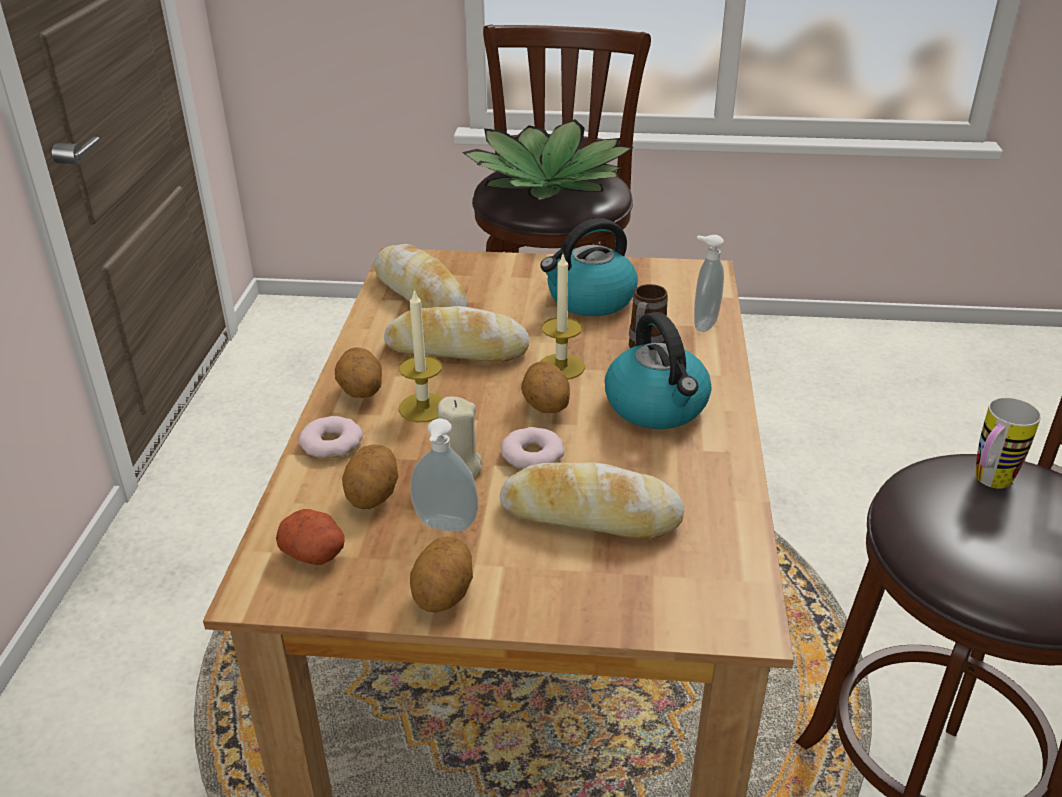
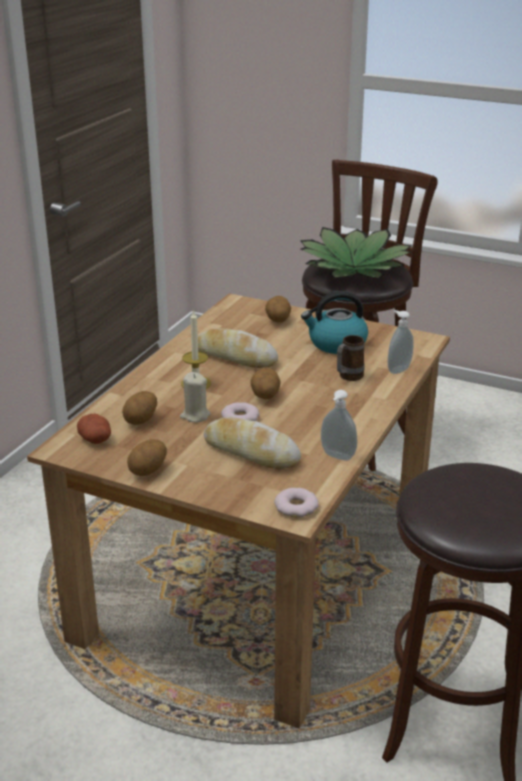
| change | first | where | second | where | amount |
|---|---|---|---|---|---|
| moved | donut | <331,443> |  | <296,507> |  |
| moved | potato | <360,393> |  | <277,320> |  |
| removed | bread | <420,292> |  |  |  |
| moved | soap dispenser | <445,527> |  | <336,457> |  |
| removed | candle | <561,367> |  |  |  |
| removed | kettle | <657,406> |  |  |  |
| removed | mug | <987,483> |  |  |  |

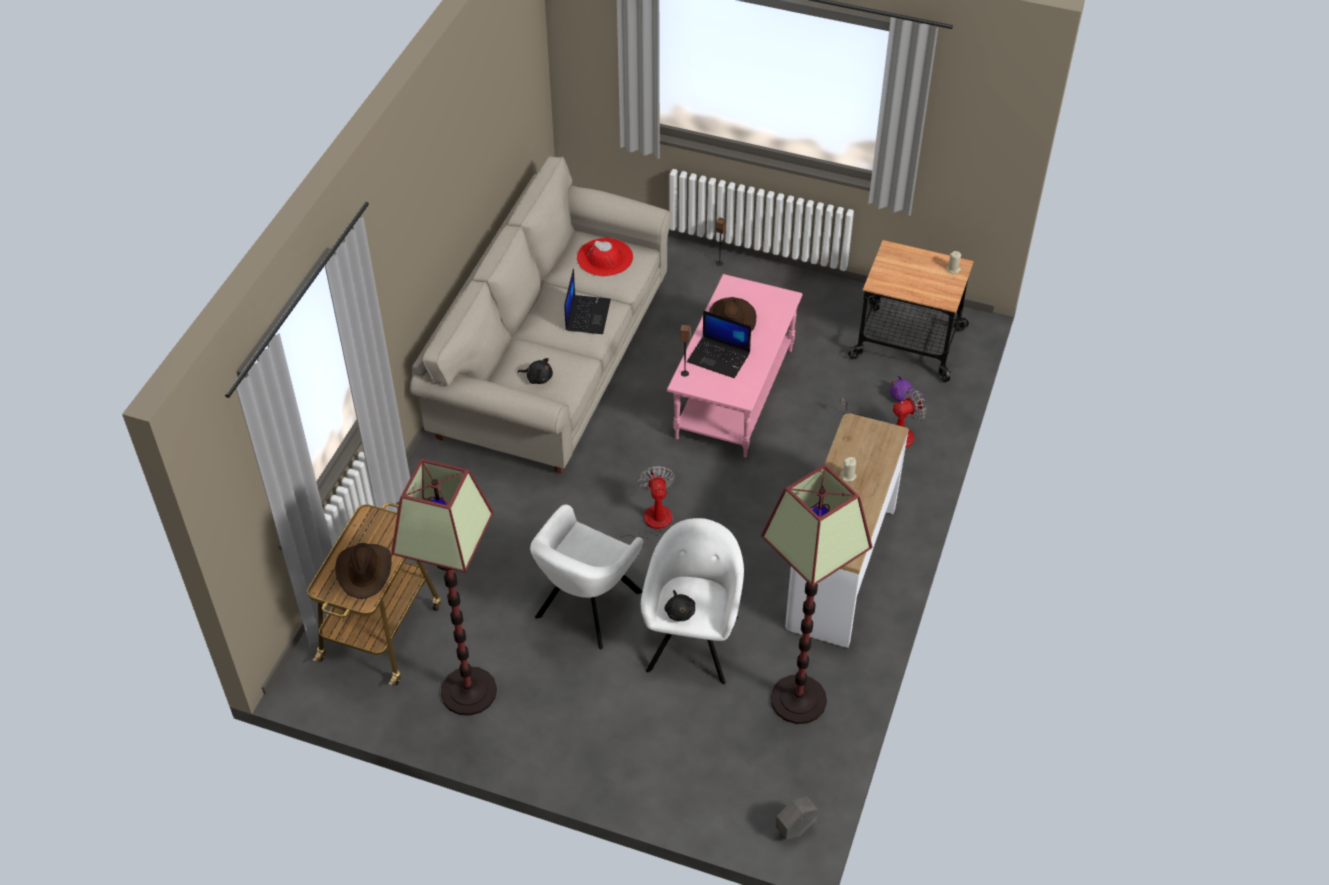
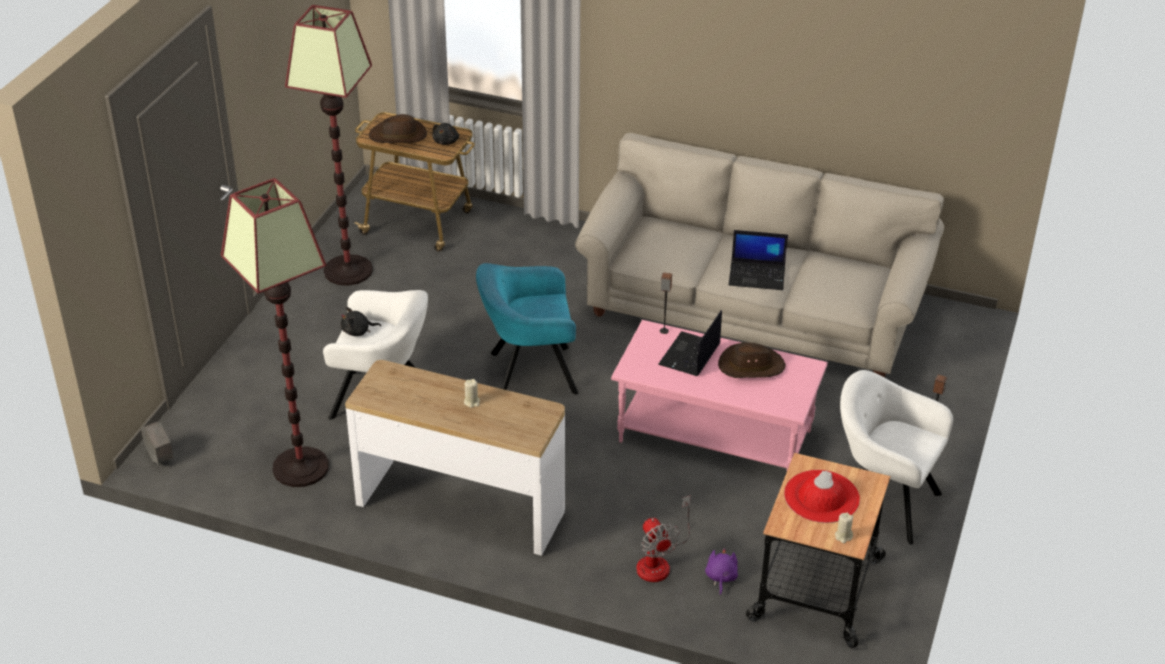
| change | first | where | second | where | amount |
|---|---|---|---|---|---|
| moved | black plush toy | <538,378> |  | <446,141> |  |
| moved | white armchair | <586,607> |  | <881,501> |  |
| moved | red hat | <605,257> |  | <821,497> |  |
| replaced | fan | <650,524> | turquoise armchair | <528,373> |  |

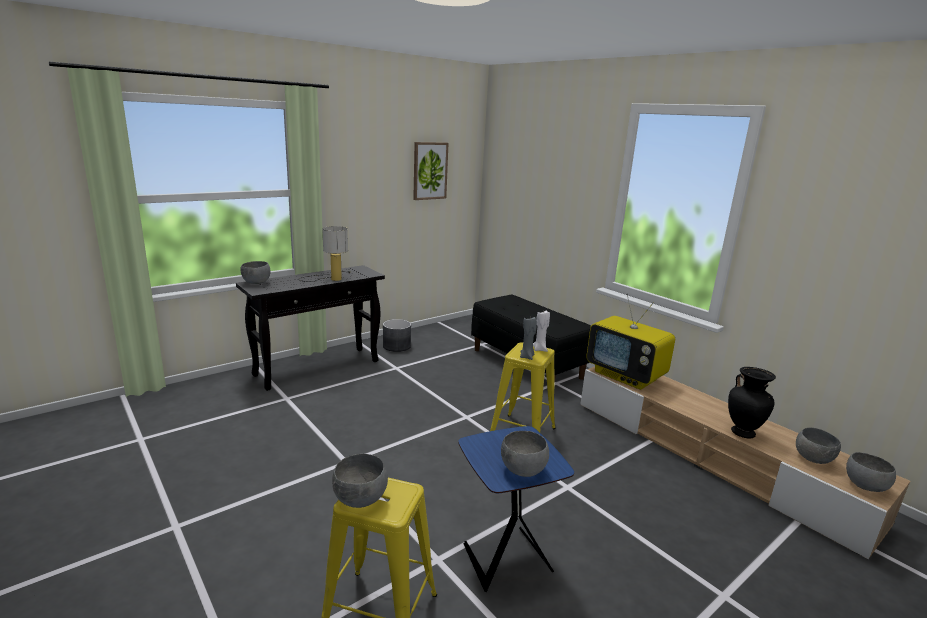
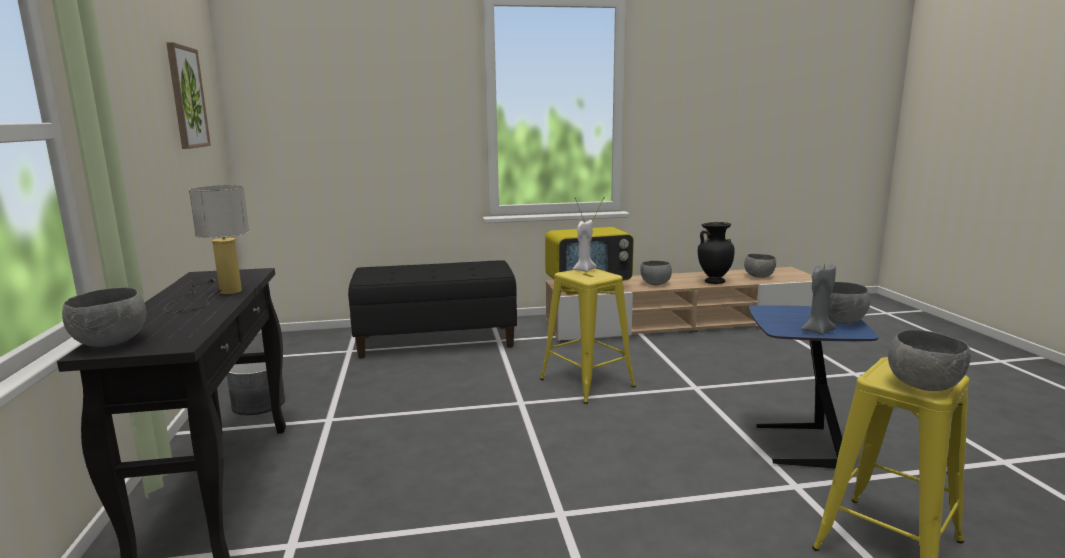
| change | first | where | second | where | amount |
|---|---|---|---|---|---|
| moved | grey candle | <527,357> |  | <816,331> |  |
| moved | grey bowl | <864,486> |  | <654,284> |  |

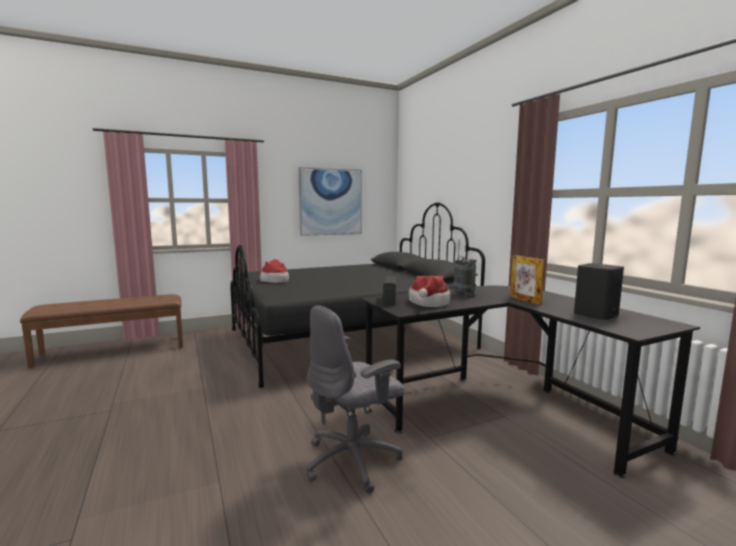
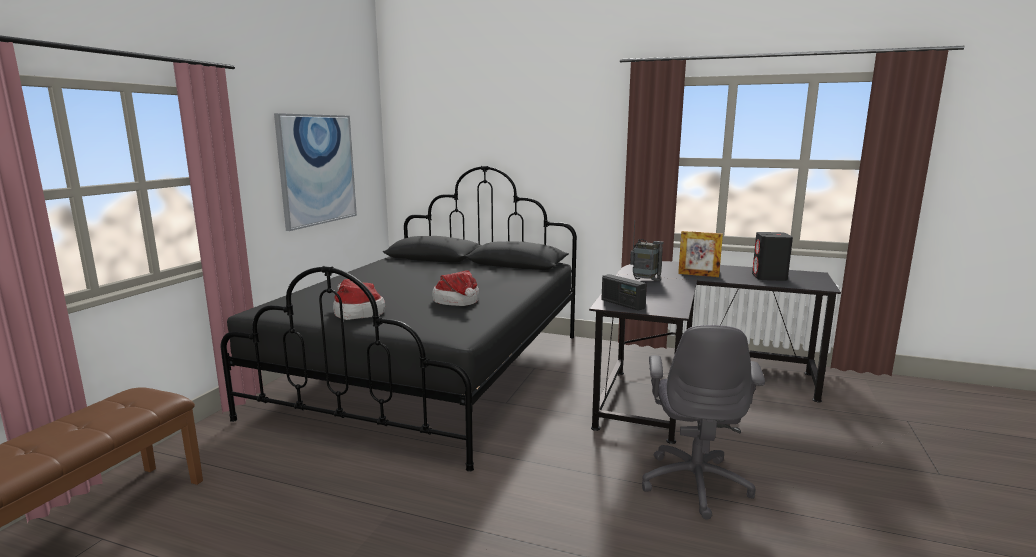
| change | first | where | second | where | amount |
|---|---|---|---|---|---|
| moved | hat | <428,303> |  | <458,301> |  |

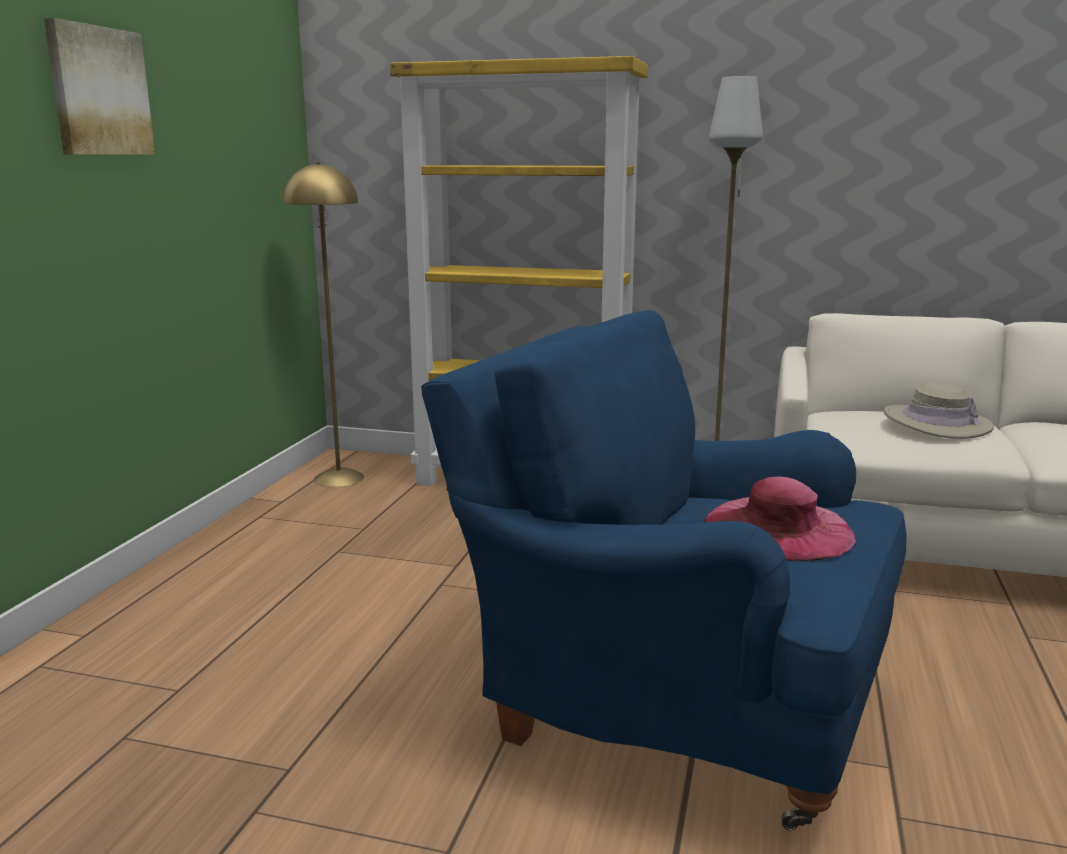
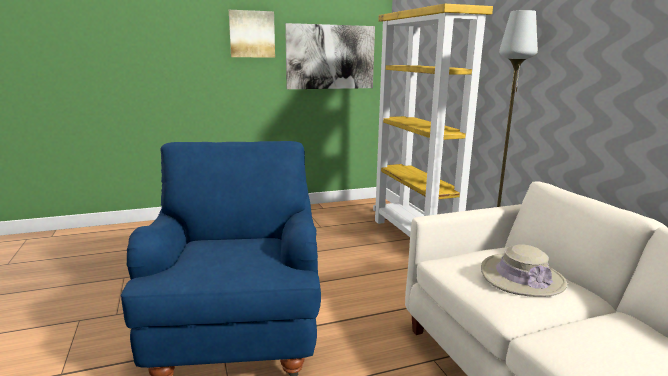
| change | first | where | second | where | amount |
|---|---|---|---|---|---|
| removed | yellow floor lamp | <338,478> |  |  |  |
| removed | pink hat | <777,529> |  |  |  |
| added |  |  | picture | <330,57> |  |

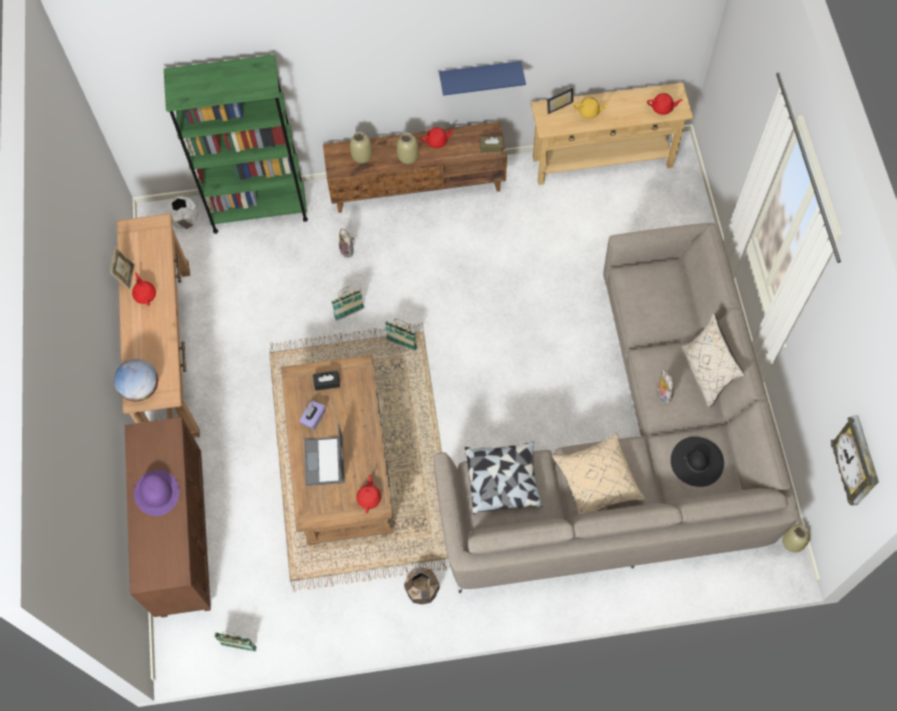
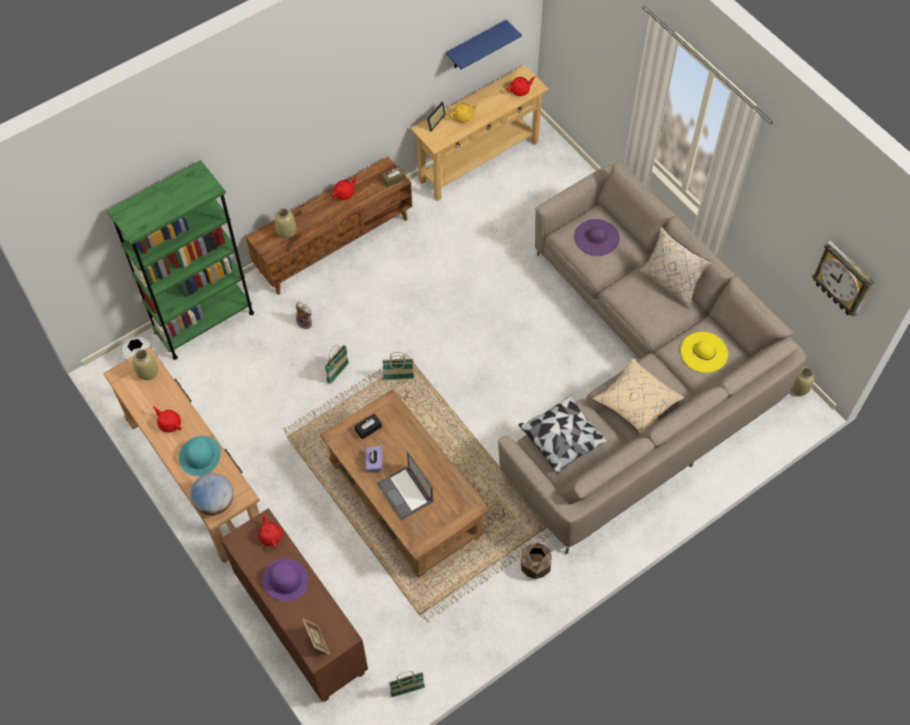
| change | first | where | second | where | amount |
|---|---|---|---|---|---|
| moved | picture frame | <127,276> |  | <317,642> |  |
| moved | red teapot | <369,498> |  | <270,535> |  |
| moved | beige vase | <407,157> |  | <148,373> |  |
| moved | blue shelf | <480,76> |  | <476,45> |  |
| removed | plush toy | <662,393> |  |  |  |
| recoloured | black hat | <697,461> | yellow hat | <704,352> |  |
| added |  |  | turquoise hat | <200,455> |  |
| added |  |  | purple hat | <596,237> |  |

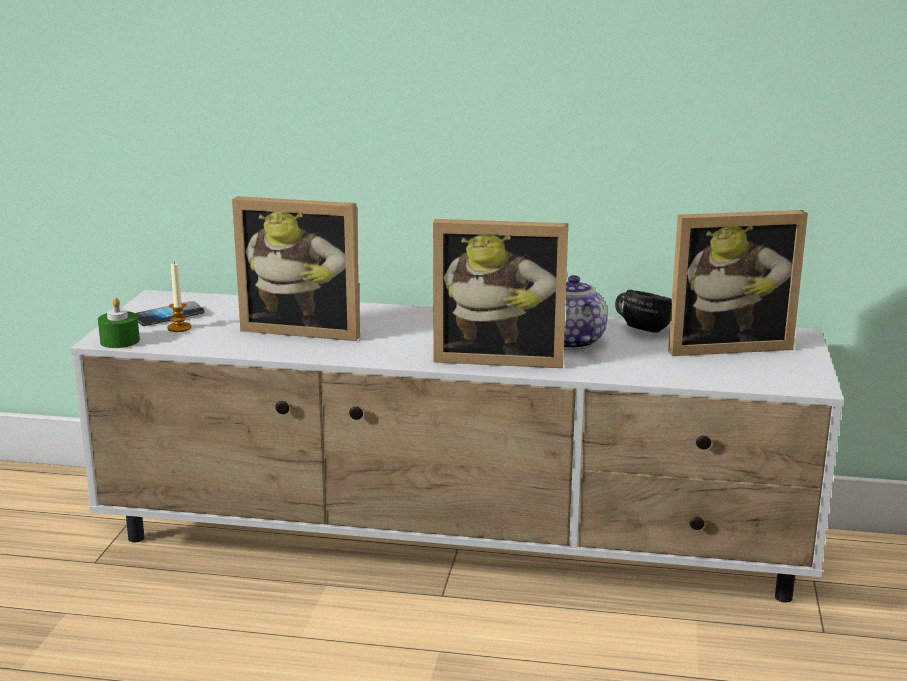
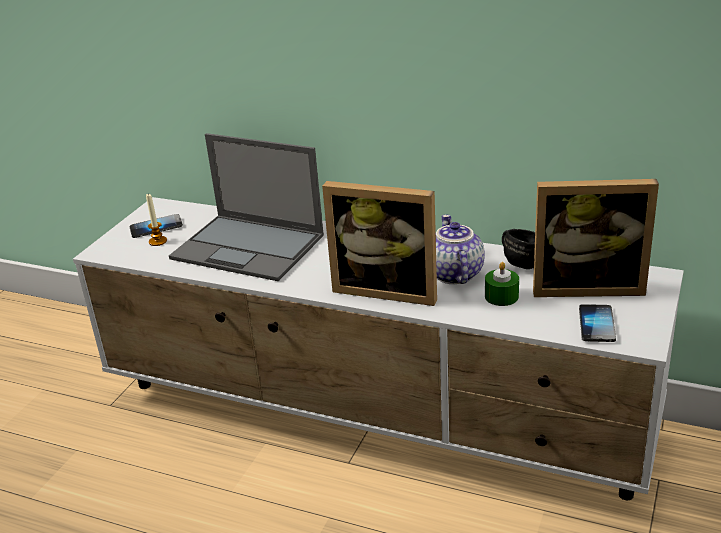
| change | first | where | second | where | amount |
|---|---|---|---|---|---|
| moved | green candle | <120,341> |  | <501,296> |  |
| replaced | picture frame | <304,329> | laptop | <249,247> |  |
| added |  |  | phone | <596,324> |  |

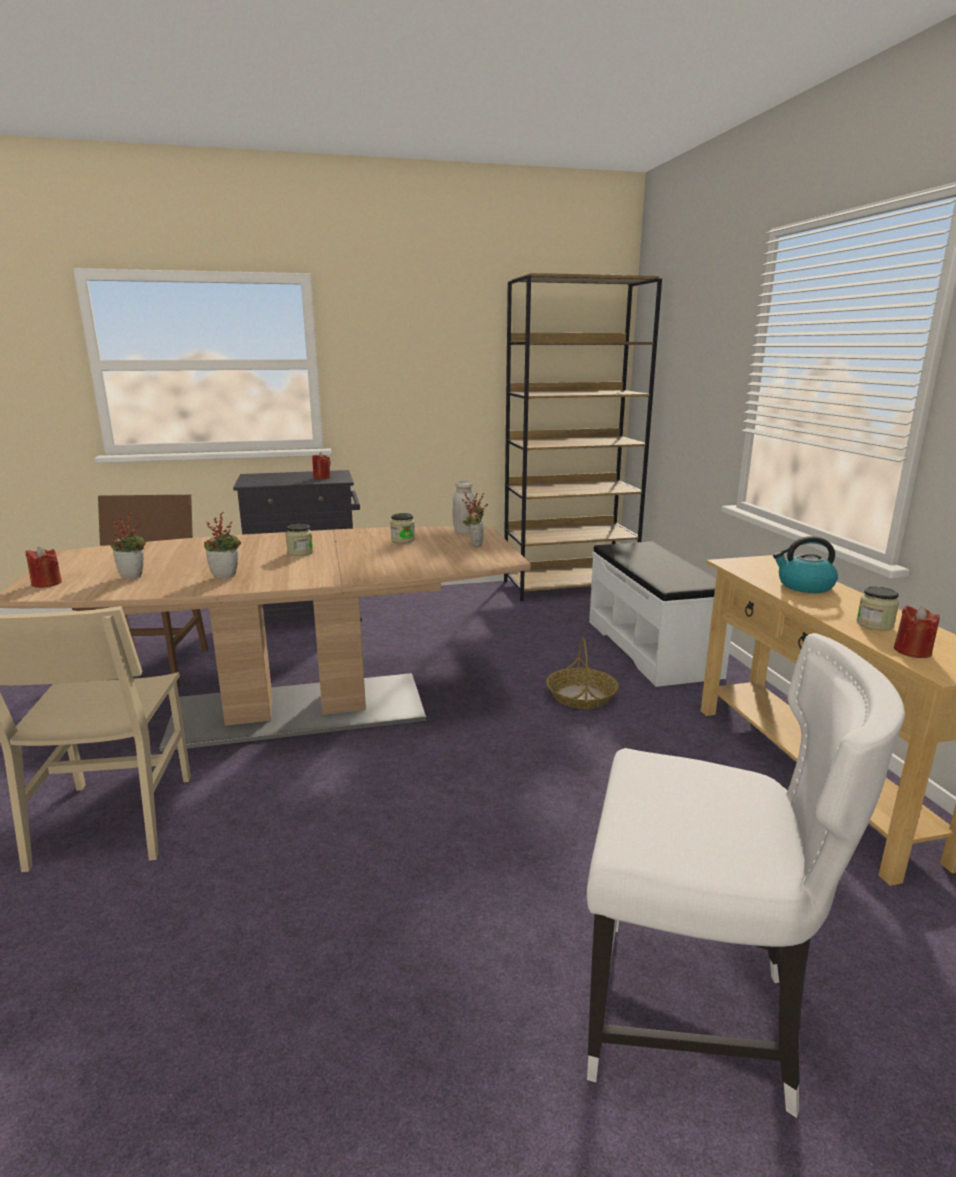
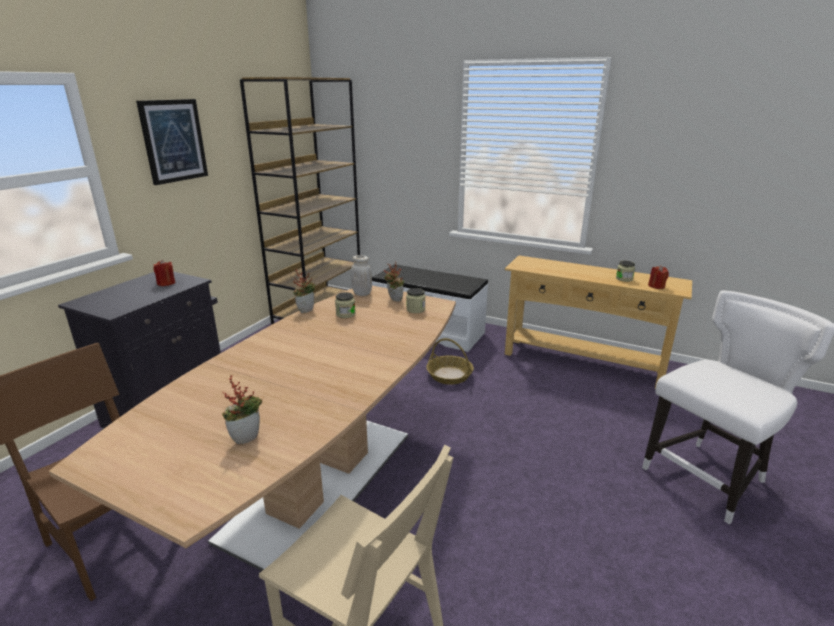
| change | first | where | second | where | amount |
|---|---|---|---|---|---|
| removed | red candle | <47,583> |  |  |  |
| moved | potted plant | <227,576> |  | <306,310> |  |
| moved | jar | <300,552> |  | <415,309> |  |
| removed | kettle | <804,586> |  |  |  |
| added |  |  | picture | <173,141> |  |

